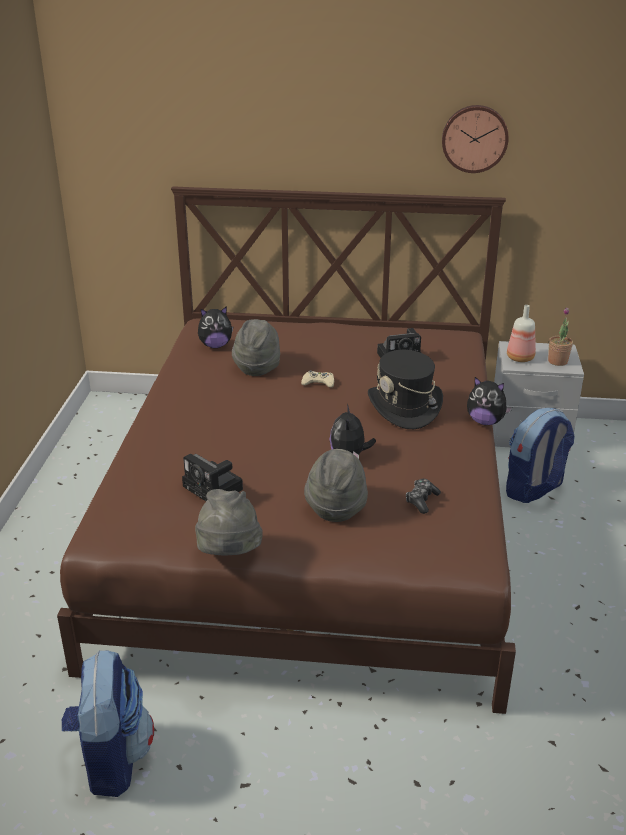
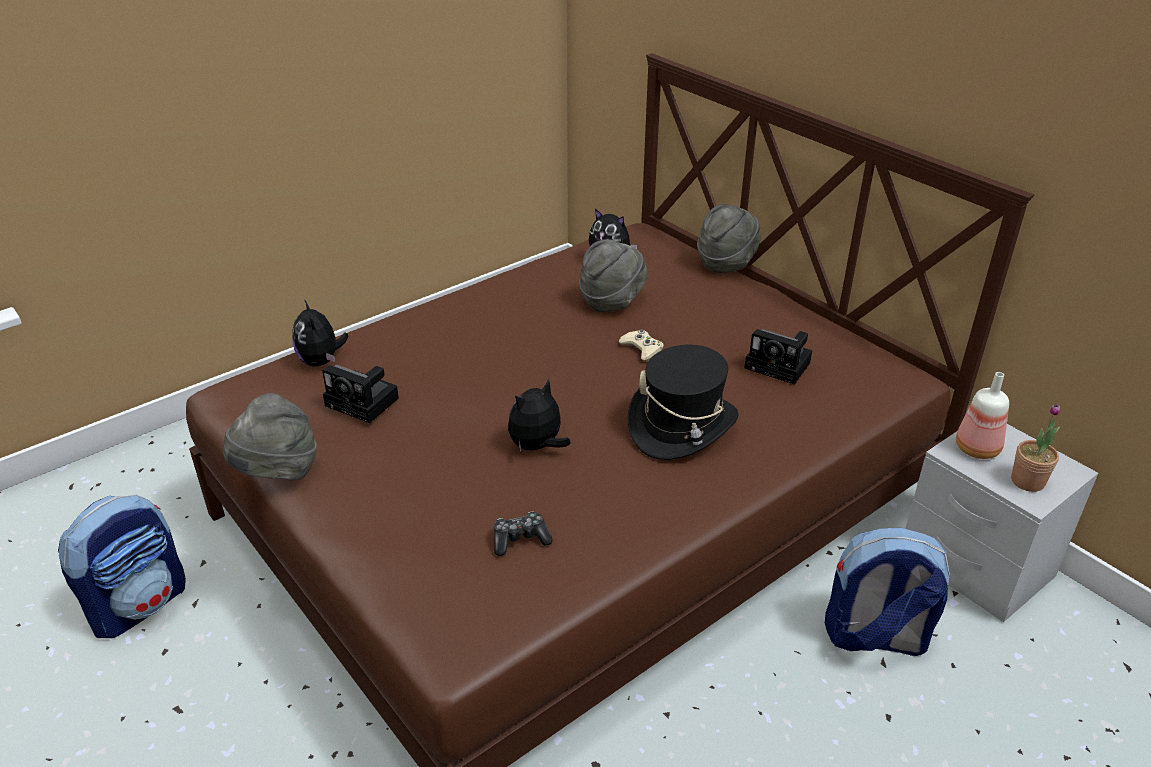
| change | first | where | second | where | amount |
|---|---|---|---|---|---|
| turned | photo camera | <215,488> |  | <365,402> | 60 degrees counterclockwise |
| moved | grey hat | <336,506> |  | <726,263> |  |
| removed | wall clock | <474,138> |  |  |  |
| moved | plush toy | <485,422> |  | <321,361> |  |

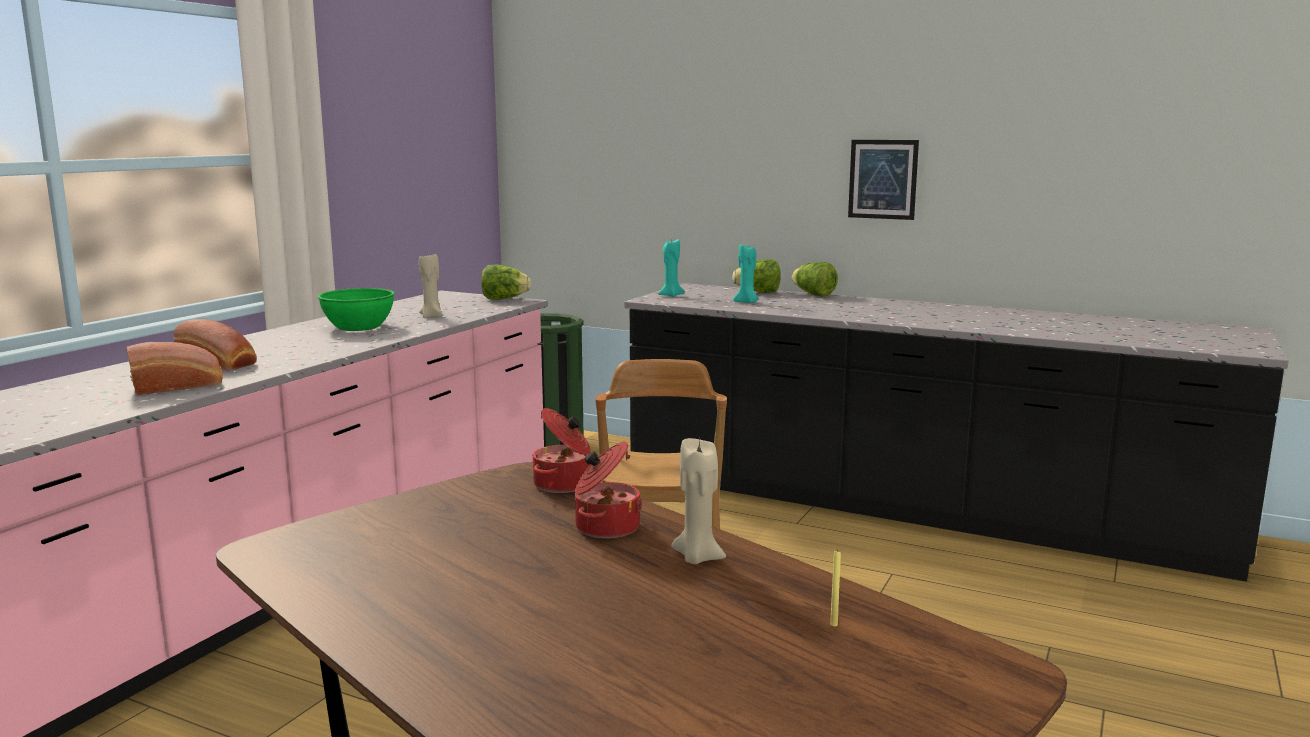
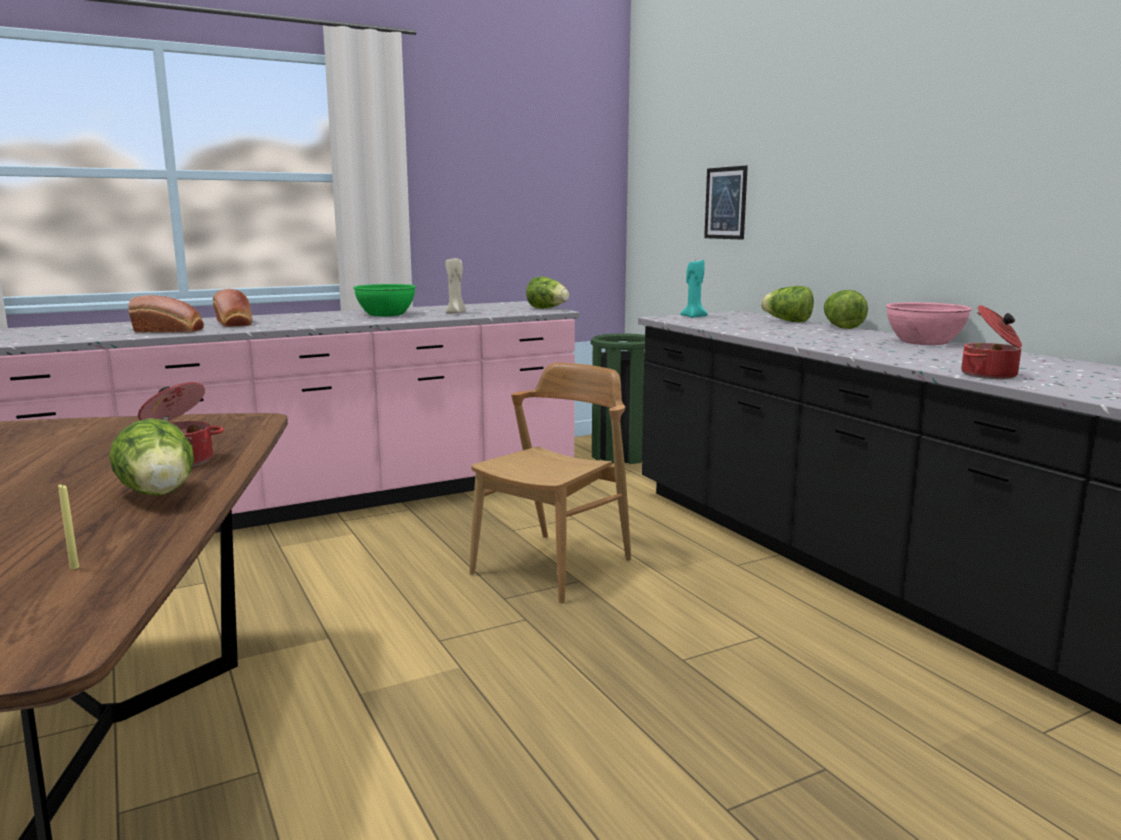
| change | first | where | second | where | amount |
|---|---|---|---|---|---|
| moved | cooking pot | <564,484> |  | <990,375> |  |
| replaced | beige candle | <697,558> | lettuce | <160,495> |  |
| removed | turquoise candle | <747,302> |  |  |  |
| moved | picture | <882,179> |  | <725,203> |  |
| added |  |  | pink bowl | <924,342> |  |

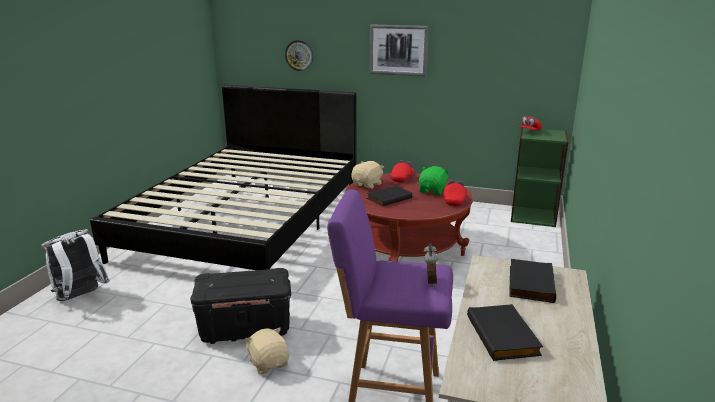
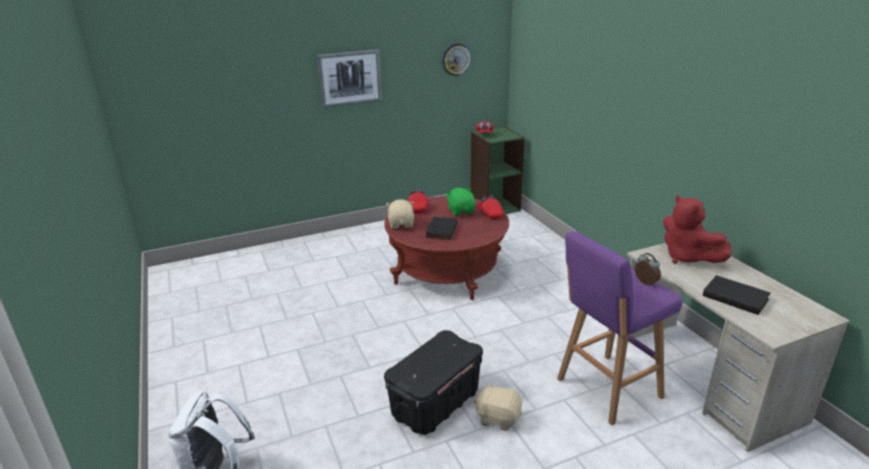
| change | first | where | second | where | amount |
|---|---|---|---|---|---|
| removed | black bed | <247,221> |  |  |  |
| moved | wall clock | <299,55> |  | <456,59> |  |
| replaced | black book | <529,283> | red plush toy | <687,257> |  |

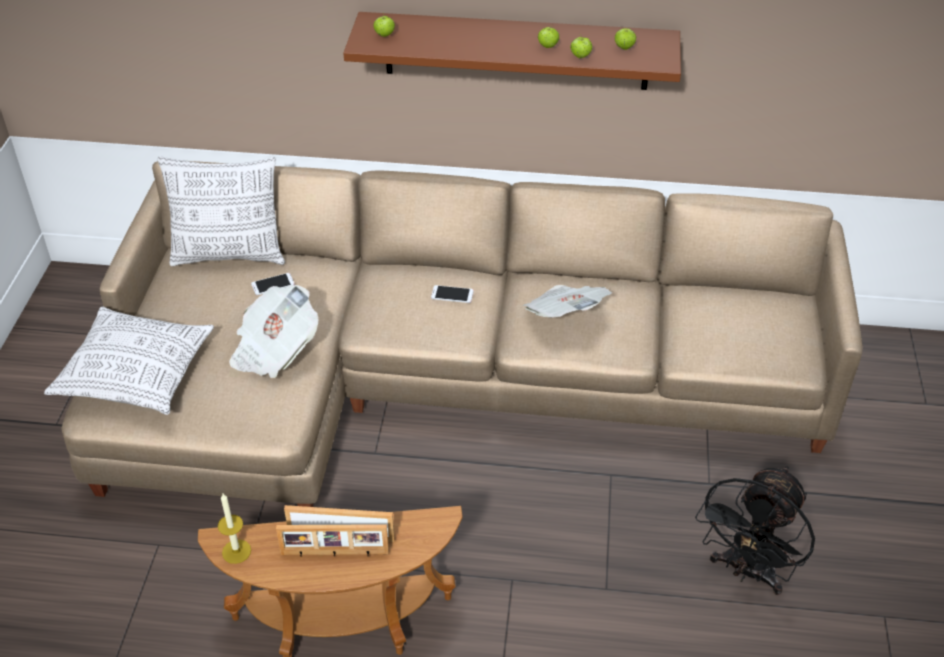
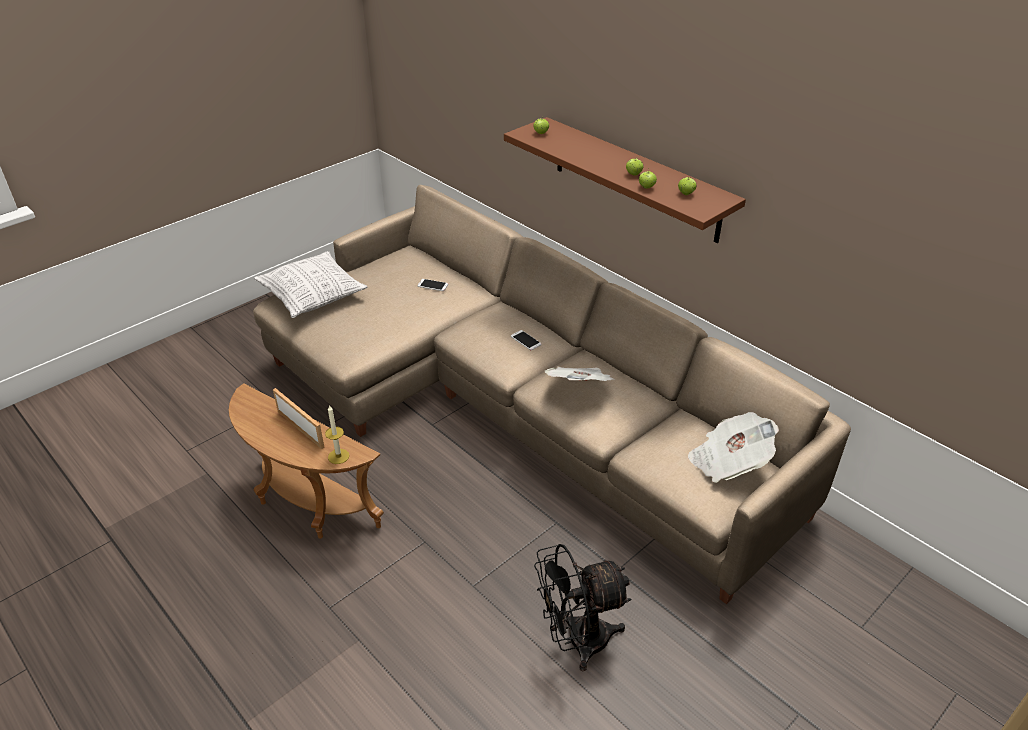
| change | first | where | second | where | amount |
|---|---|---|---|---|---|
| removed | pillow | <230,255> |  |  |  |
| moved | candle | <236,551> |  | <338,456> |  |
| moved | newspaper | <274,349> |  | <728,462> |  |
| removed | picture frame | <334,554> |  |  |  |

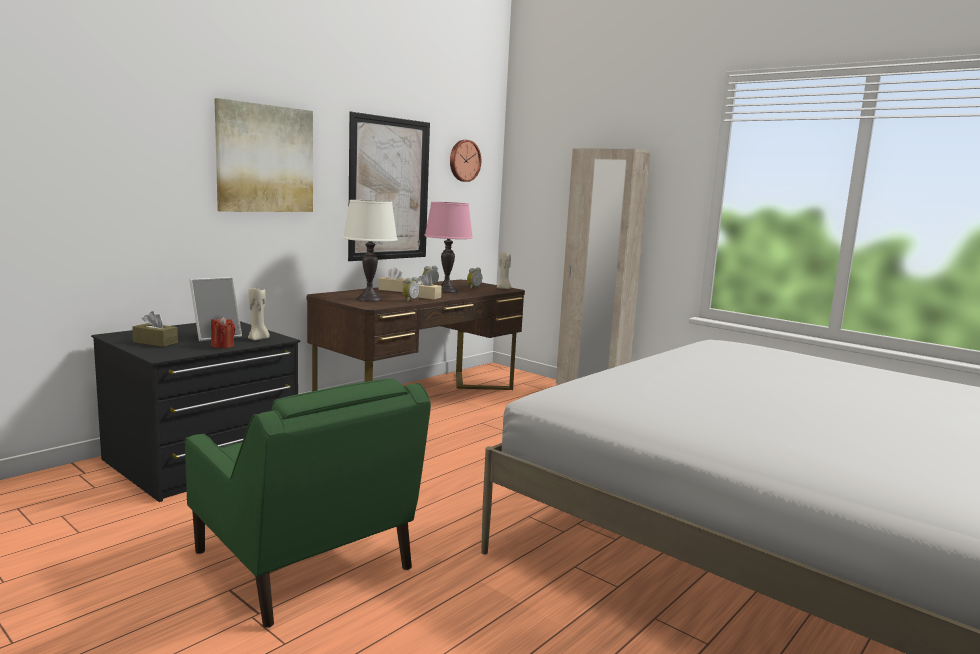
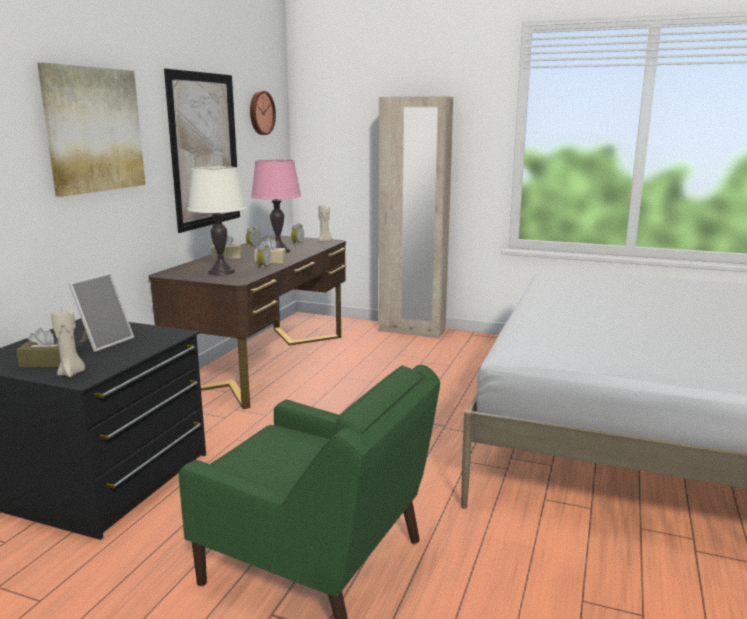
| change | first | where | second | where | amount |
|---|---|---|---|---|---|
| removed | red candle | <223,346> |  |  |  |
| moved | beige candle | <258,339> |  | <72,373> |  |

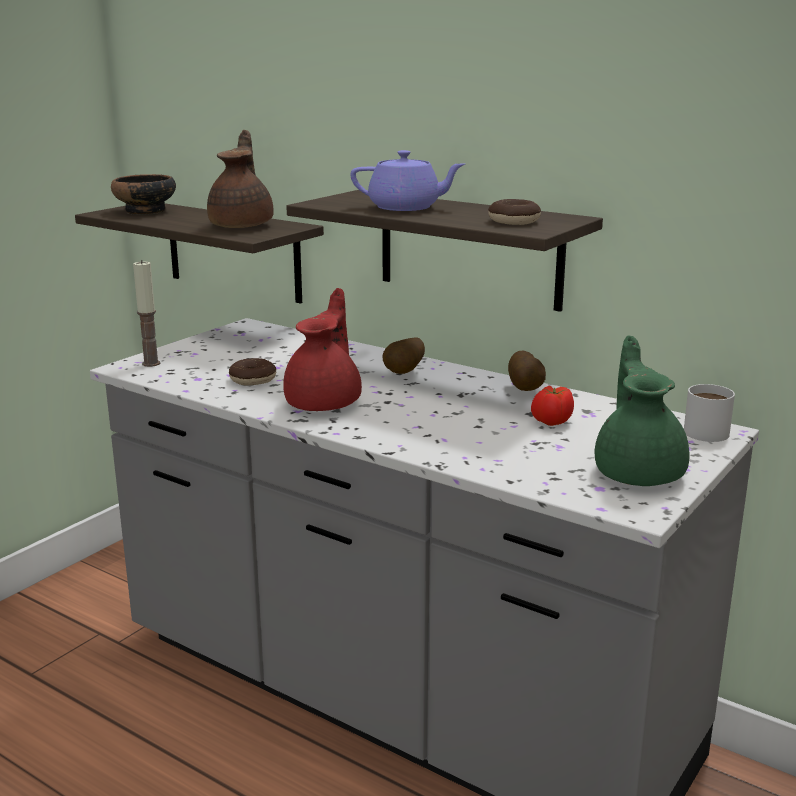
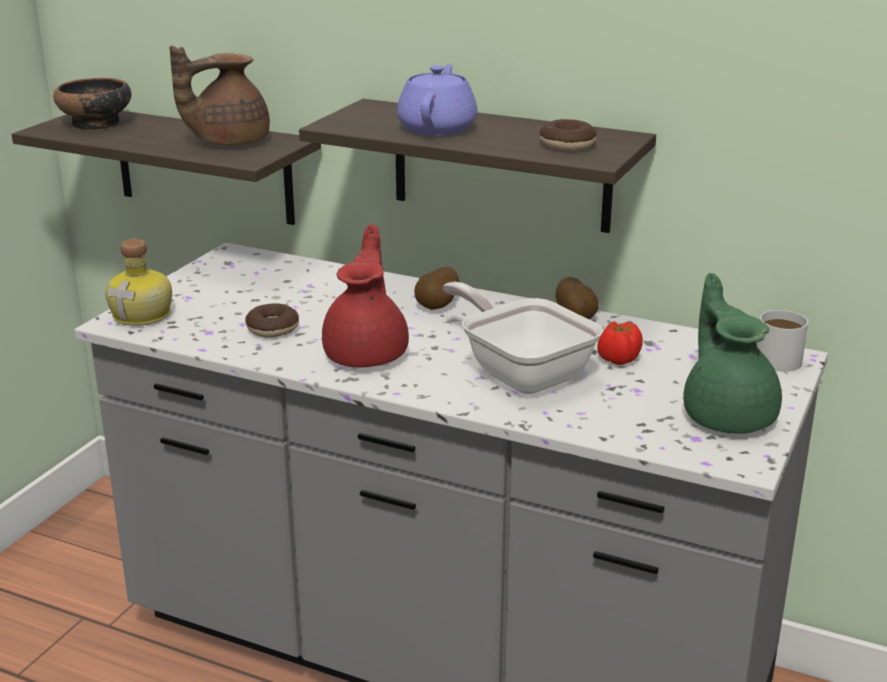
| change | first | where | second | where | amount |
|---|---|---|---|---|---|
| replaced | candle | <151,363> | bottle | <144,315> |  |
| turned | brown teapot | <243,225> |  | <227,142> | 120 degrees counterclockwise |
| turned | purple teapot | <406,207> |  | <437,128> | 75 degrees counterclockwise |
| added |  |  | frying pan | <521,372> |  |

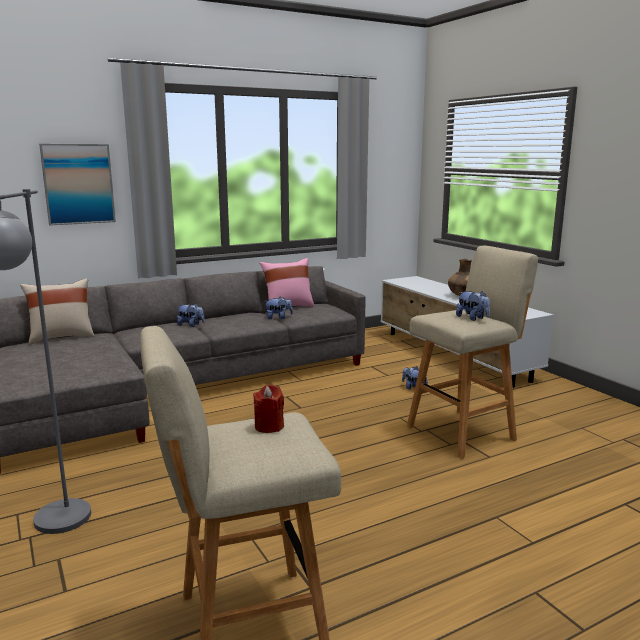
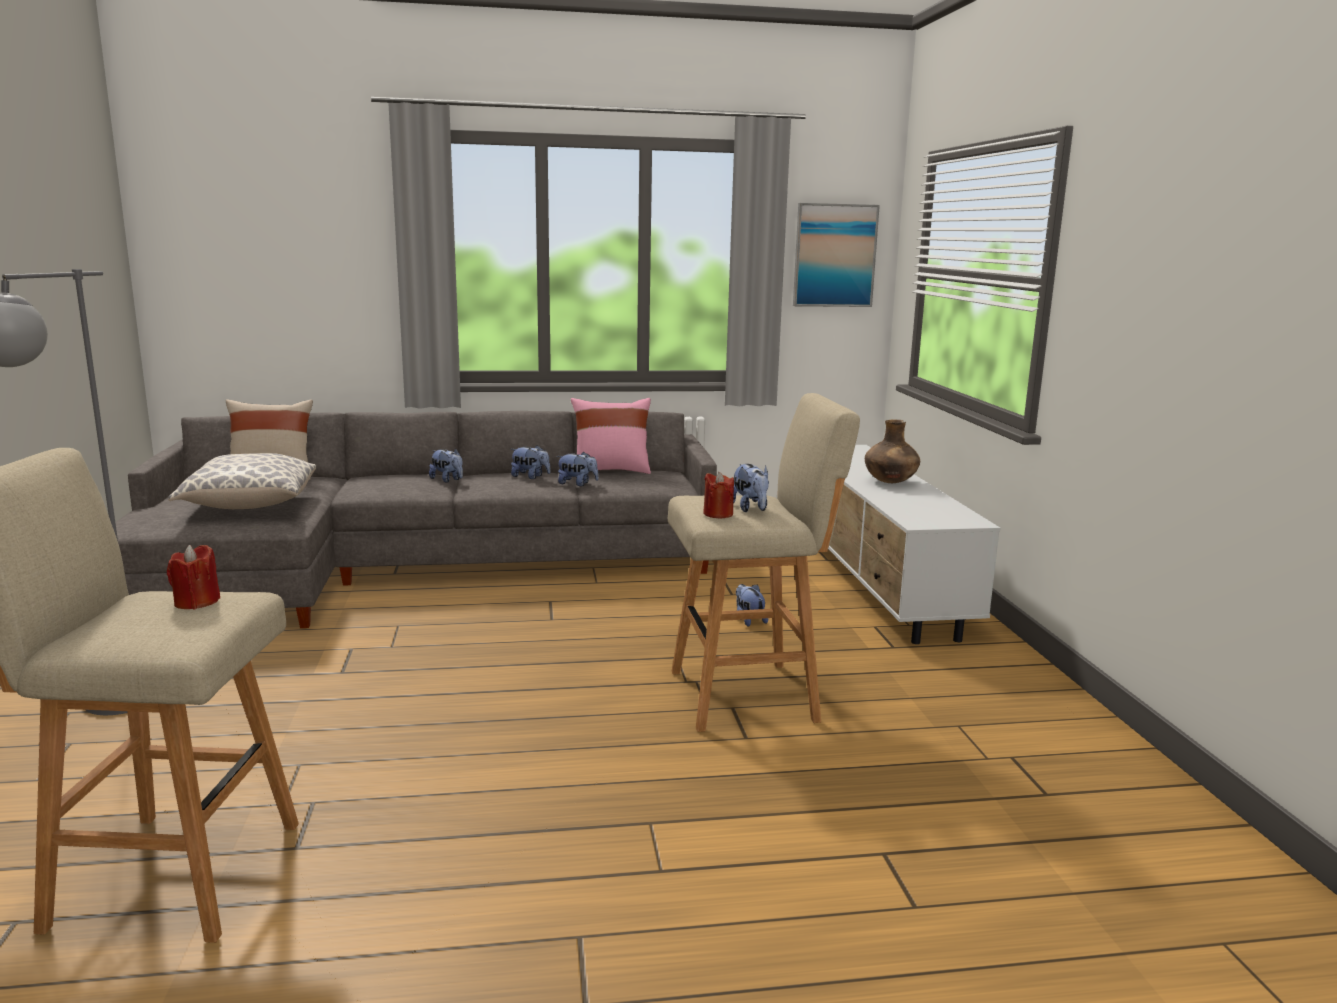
| change | first | where | second | where | amount |
|---|---|---|---|---|---|
| moved | picture | <78,184> |  | <834,255> |  |
| added |  |  | pillow | <249,505> |  |
| added |  |  | plush toy | <530,477> |  |
| added |  |  | red candle | <718,514> |  |

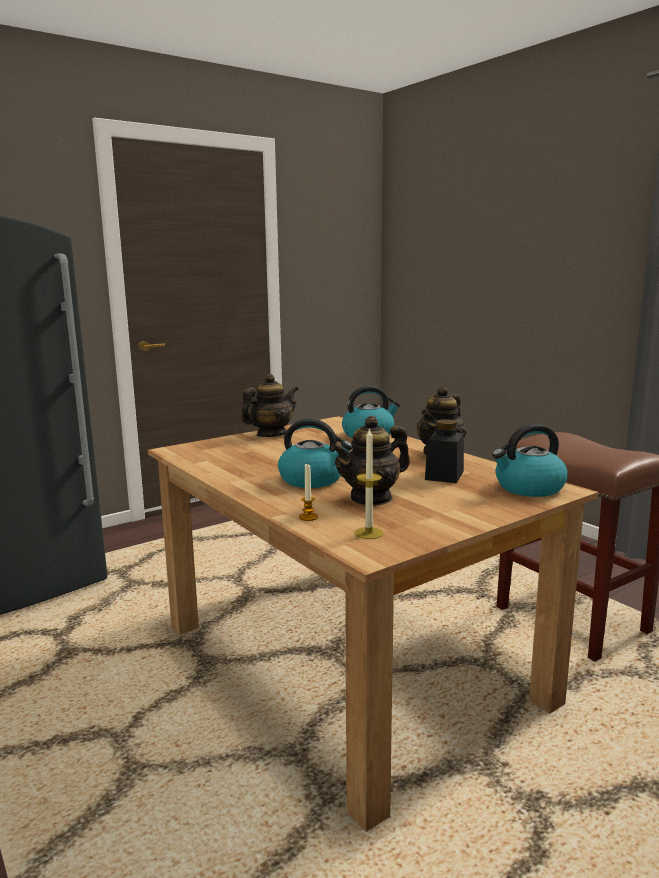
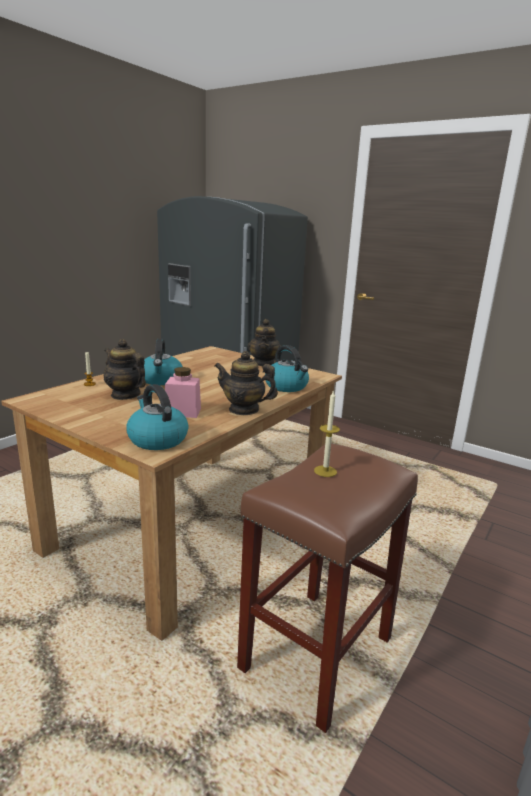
| change | first | where | second | where | amount |
|---|---|---|---|---|---|
| turned | teapot | <271,434> |  | <264,363> | 60 degrees clockwise |
| moved | candle | <368,533> |  | <325,471> |  |
| recoloured | black jar | <444,475> | pink jar | <183,412> |  |

